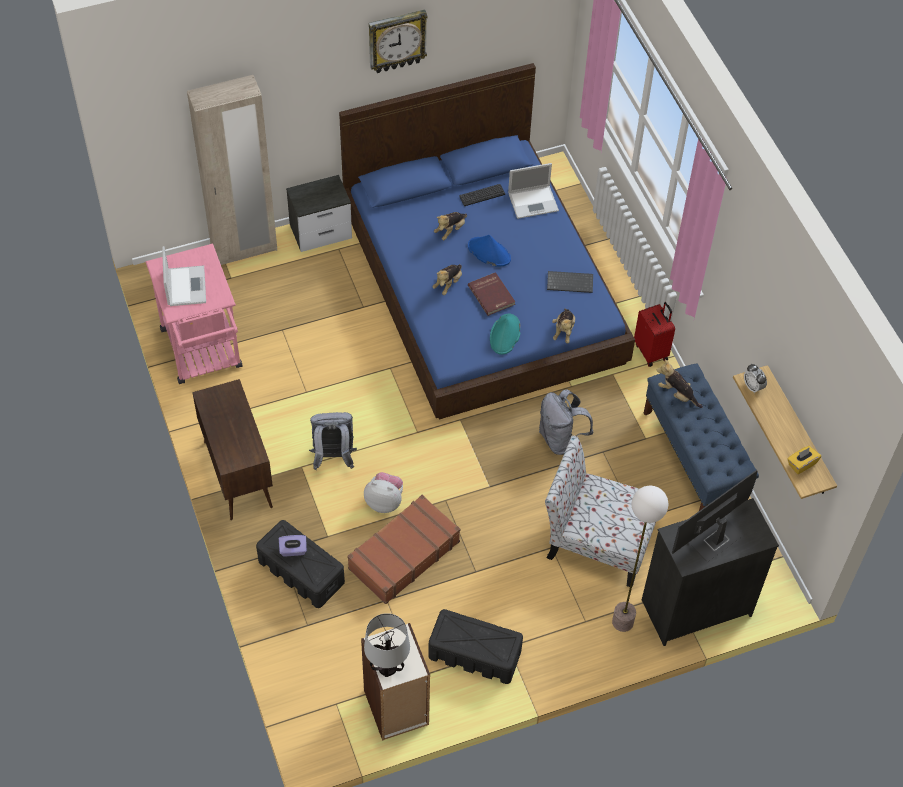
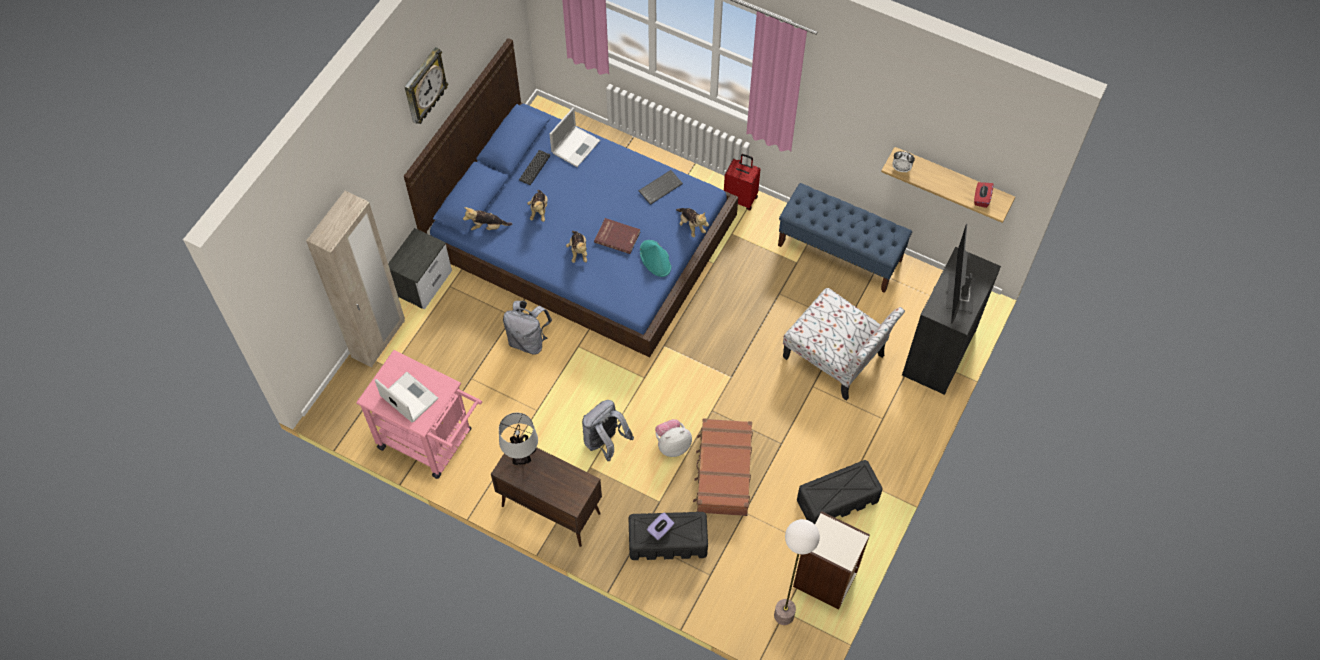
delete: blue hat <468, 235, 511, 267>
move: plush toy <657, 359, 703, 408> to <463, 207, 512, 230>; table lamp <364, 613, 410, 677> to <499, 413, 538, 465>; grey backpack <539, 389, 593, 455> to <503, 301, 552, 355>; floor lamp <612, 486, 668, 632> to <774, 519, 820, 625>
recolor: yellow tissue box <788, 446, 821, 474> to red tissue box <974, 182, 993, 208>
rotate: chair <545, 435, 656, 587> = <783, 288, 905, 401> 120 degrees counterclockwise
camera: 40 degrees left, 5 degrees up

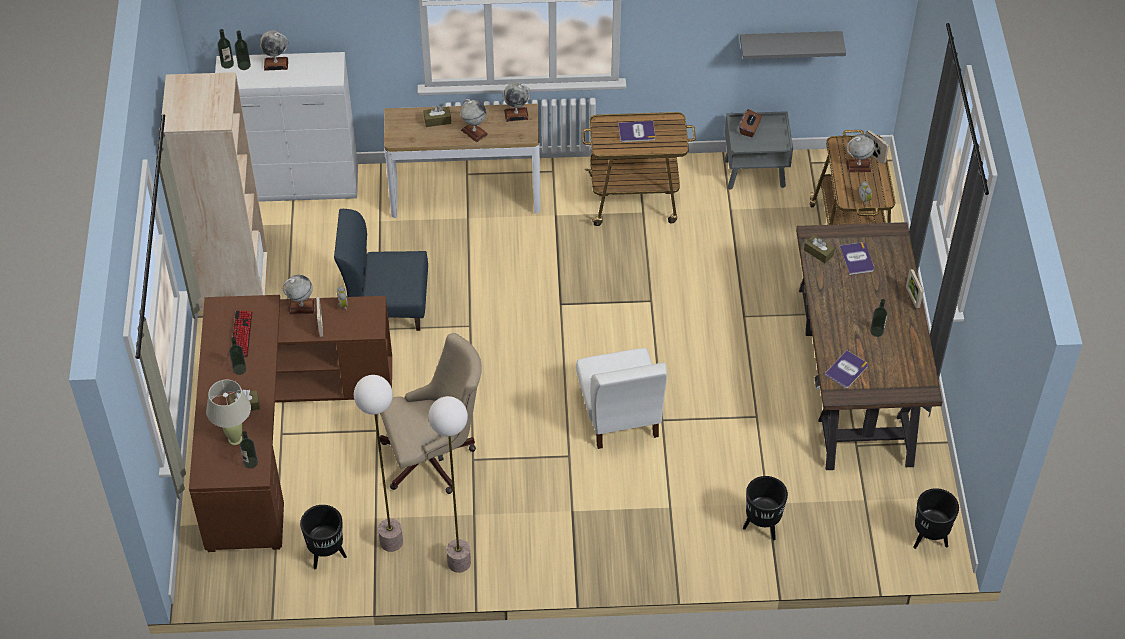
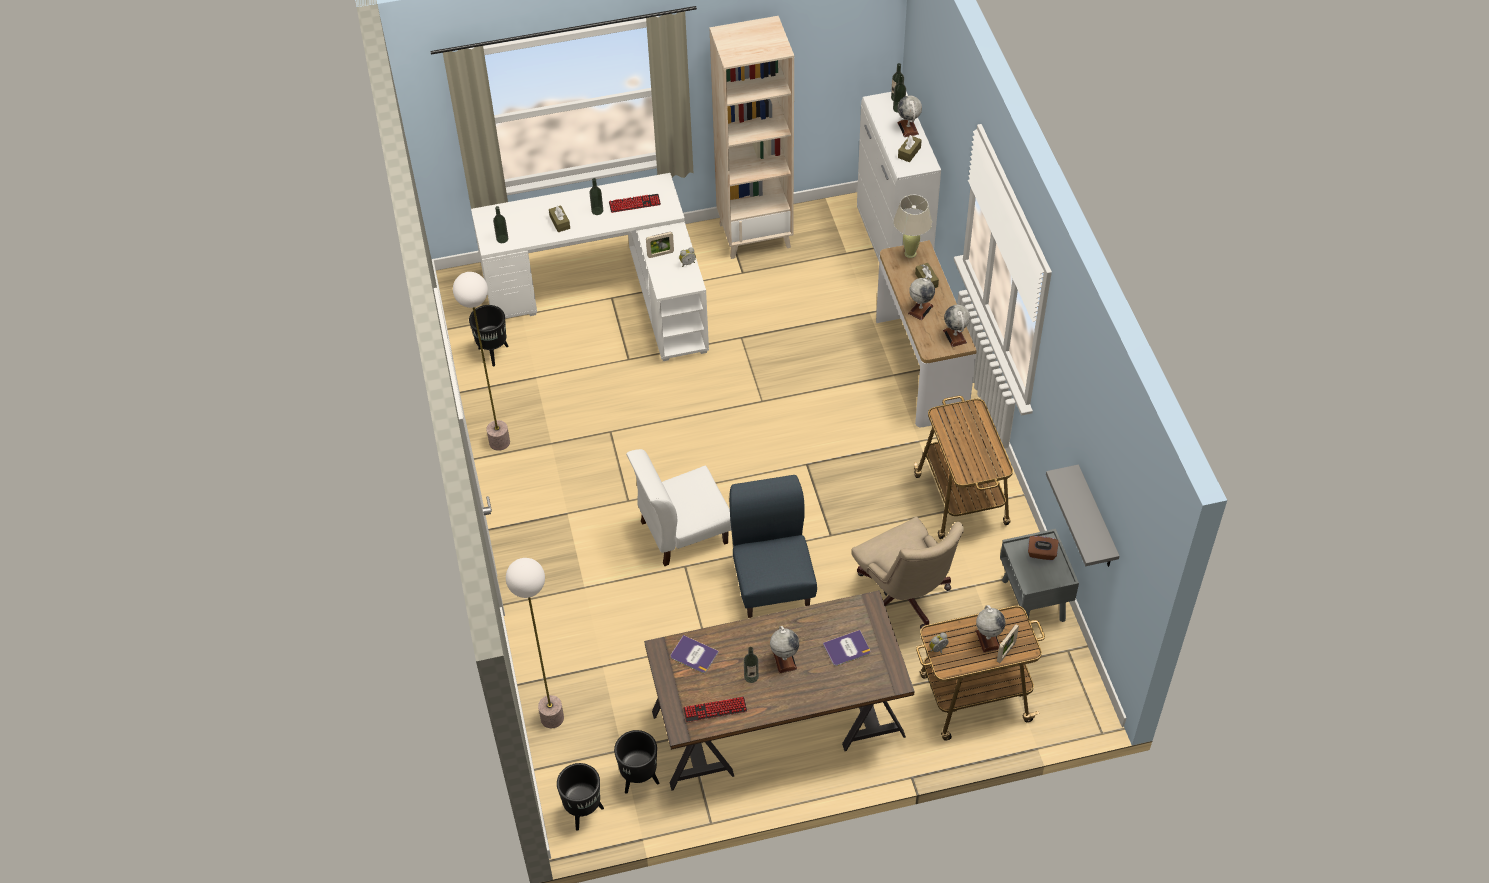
delete: book <618, 121, 655, 142>; picture frame <906, 269, 924, 309>
insert: keyboard <683, 697, 747, 722>
move: floor lamp <354, 375, 403, 552> to <506, 558, 564, 728>; black planter <743, 476, 788, 540> to <614, 730, 659, 794>; blue chair <334, 209, 428, 331> to <729, 475, 817, 618>; globe <283, 275, 315, 314> to <770, 626, 799, 674>; beige office chair <380, 333, 482, 494> to <852, 517, 964, 629>; beige table lamp <206, 380, 251, 445> to <894, 195, 932, 258>; brown tissue box <804, 235, 835, 263> to <898, 135, 922, 162>
recolor: brown desk <189, 295, 392, 552> to white desk <471, 173, 709, 361>
camera: 80 degrees right, 0 degrees up

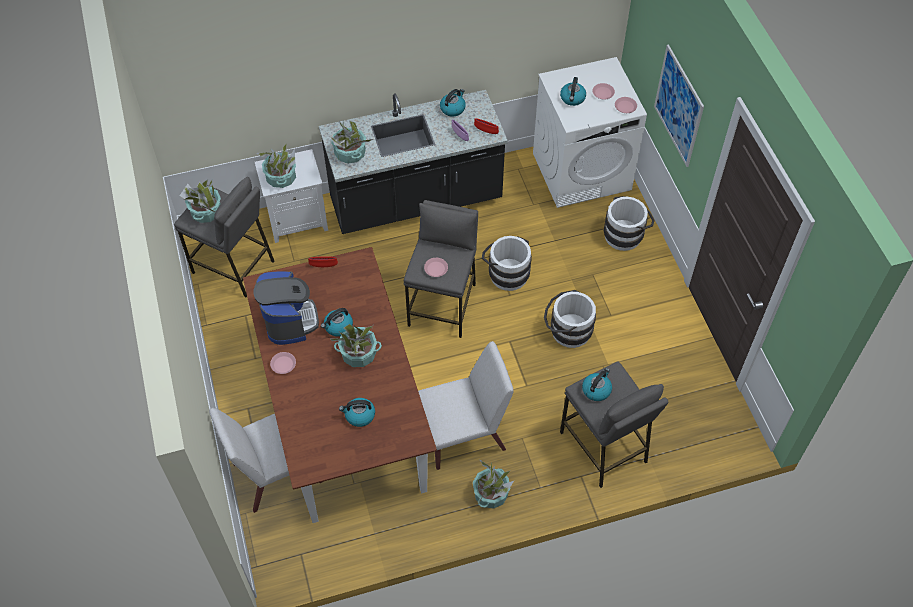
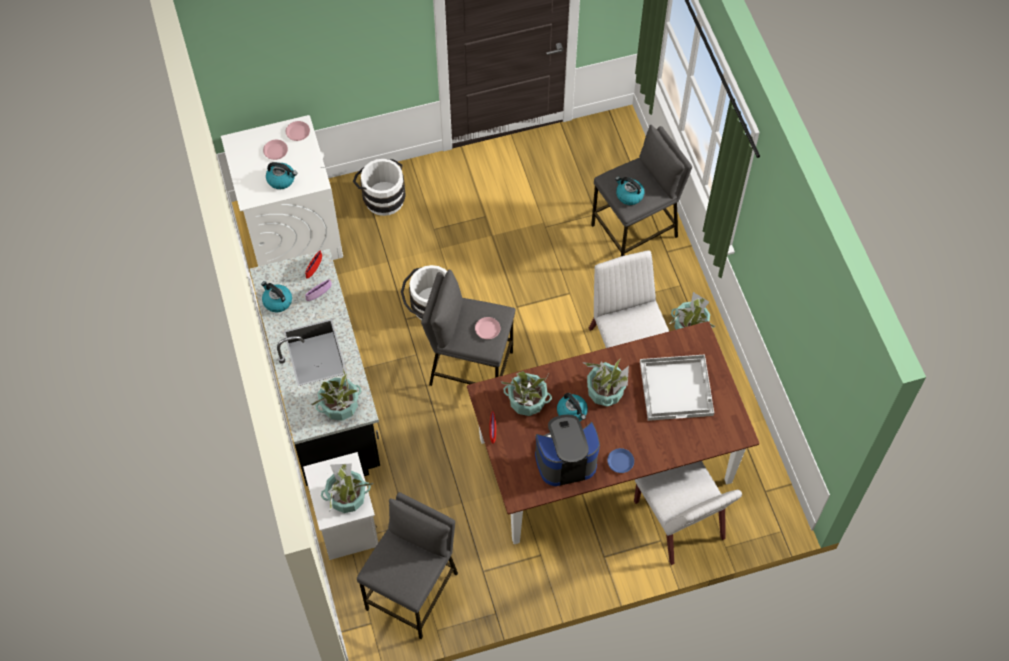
delete: white bucket <544, 290, 596, 348>; picture <654, 44, 704, 167>
move: potted plant <180, 179, 221, 223> to <500, 371, 552, 416>
replace: kettle <339, 398, 375, 427> to white tray <640, 354, 714, 421>
recolor: pink plate <270, 352, 296, 374> to blue plate <607, 448, 634, 473>
camera: 90 degrees left, 5 degrees up

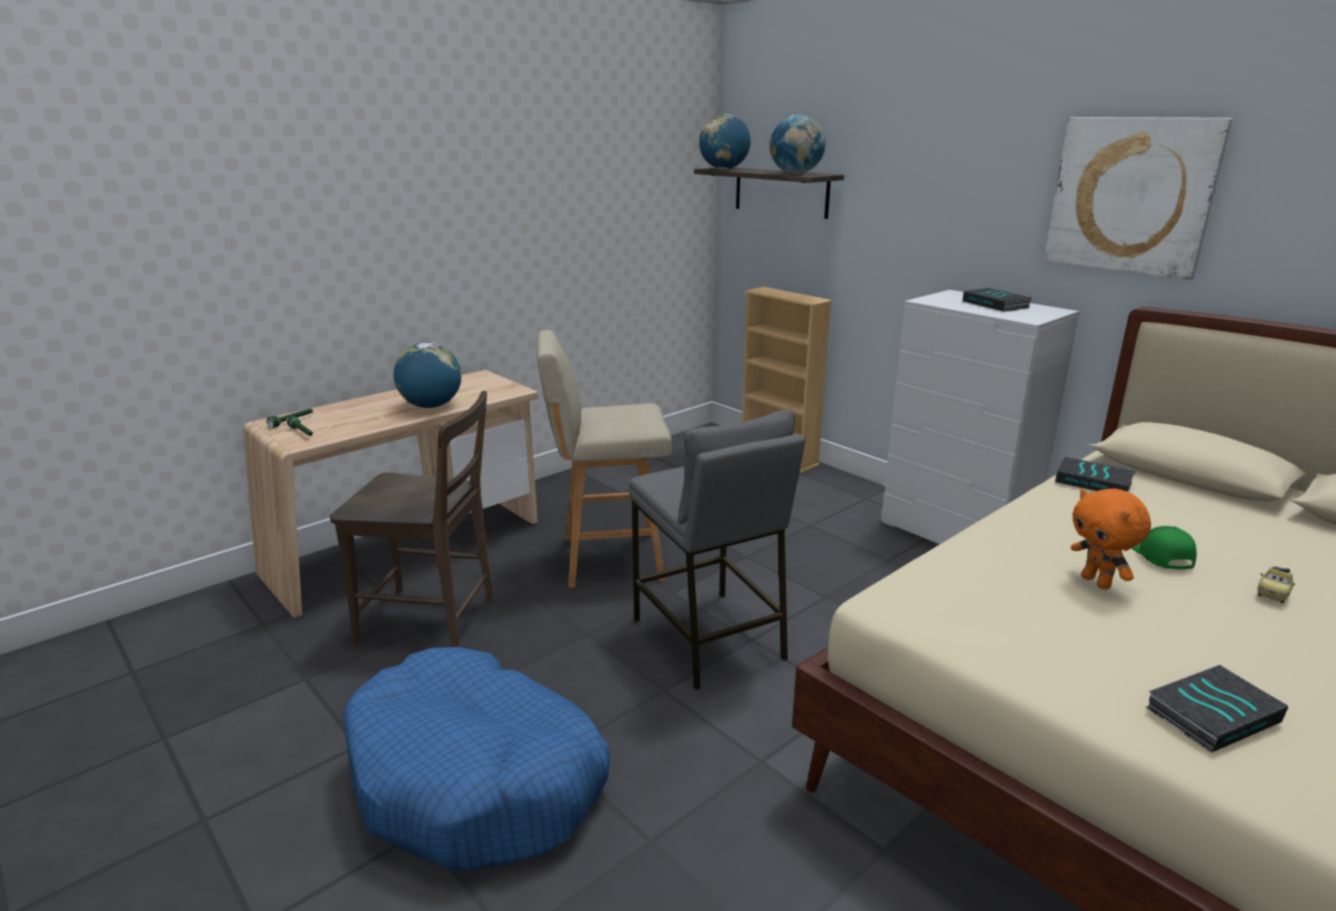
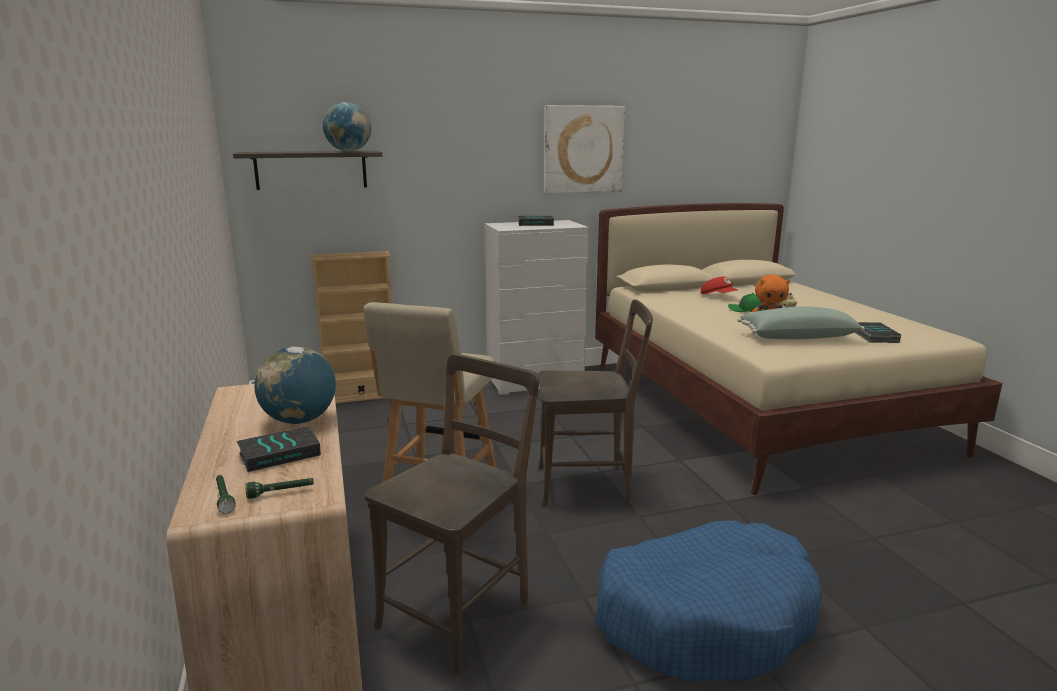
delete: globe <699, 114, 751, 169>
insert: red cap <700, 276, 737, 294>; green pillow <737, 306, 865, 339>
move: book <1055, 457, 1136, 492> to <237, 426, 321, 472>
replace: grey stool <629, 410, 805, 690> to brown chair <538, 299, 653, 507>
camera: 65 degrees left, 5 degrees down

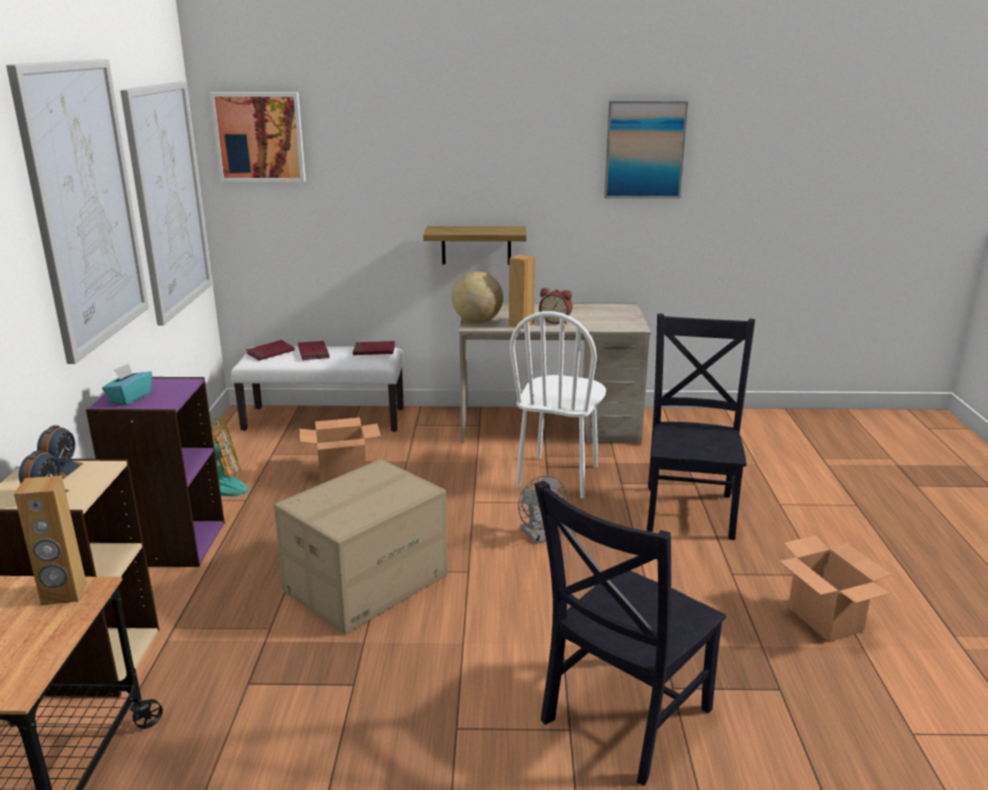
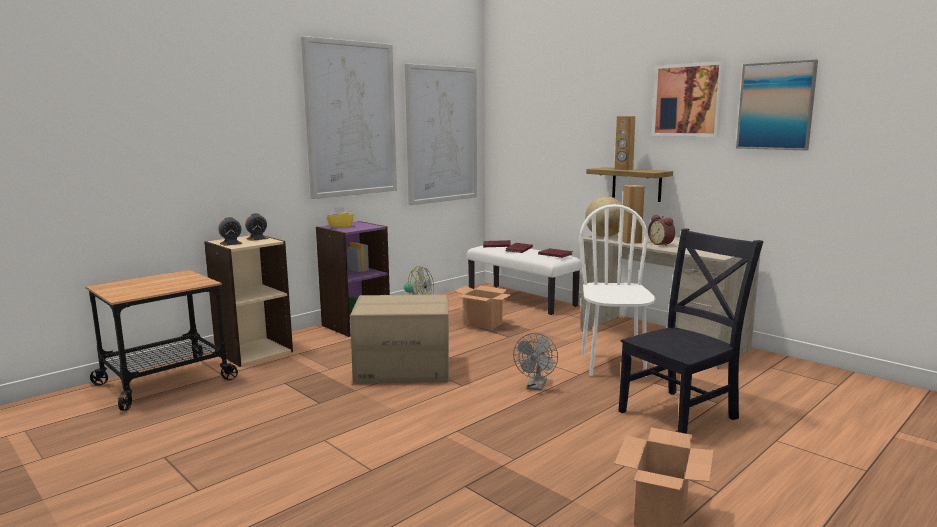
delete: black chair <534, 481, 726, 786>
move: brown speaker <14, 475, 86, 605> to <615, 116, 635, 170>; picture <210, 92, 306, 182> to <652, 61, 725, 137>
recolor: turquoise tissue box <102, 363, 152, 405> to yellow tissue box <326, 207, 354, 228>
rotate: white chair <510, 311, 606, 498> = <579, 204, 655, 377> 120 degrees clockwise
camera: 45 degrees right, 10 degrees down

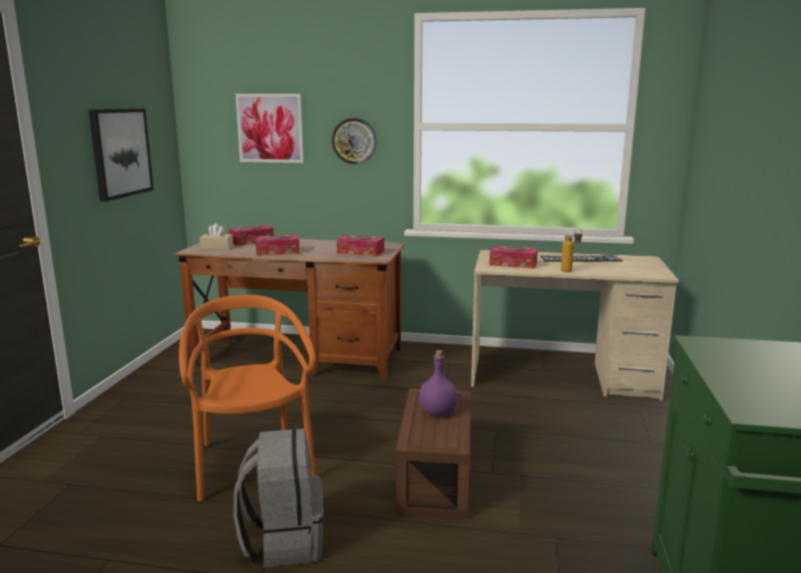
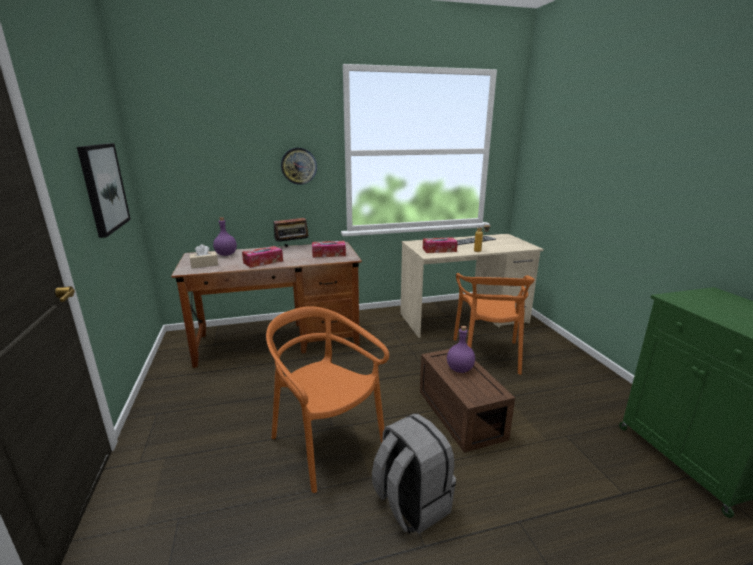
delete: picture <236, 94, 304, 163>
insert: radio <273, 212, 311, 247>; orange chair <453, 273, 535, 375>
replace: tissue box <228, 225, 274, 246> to purple bottle <213, 217, 237, 256>
camera: 25 degrees left, 5 degrees up

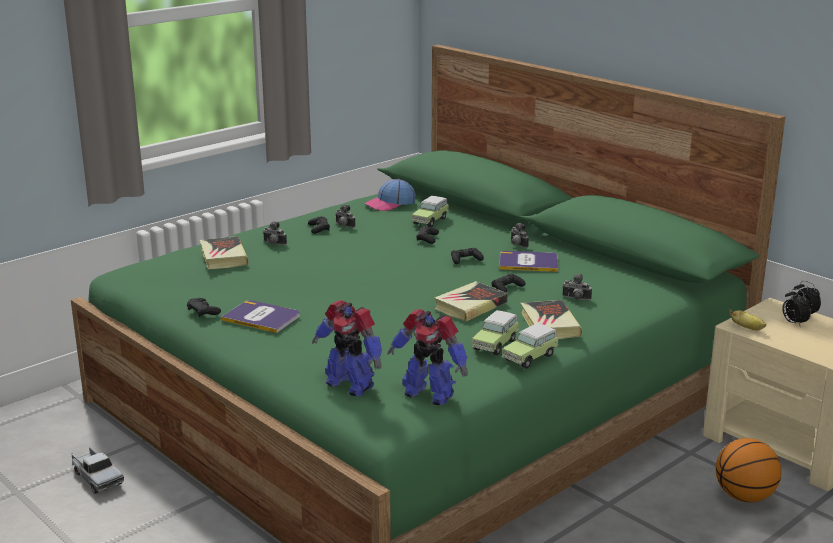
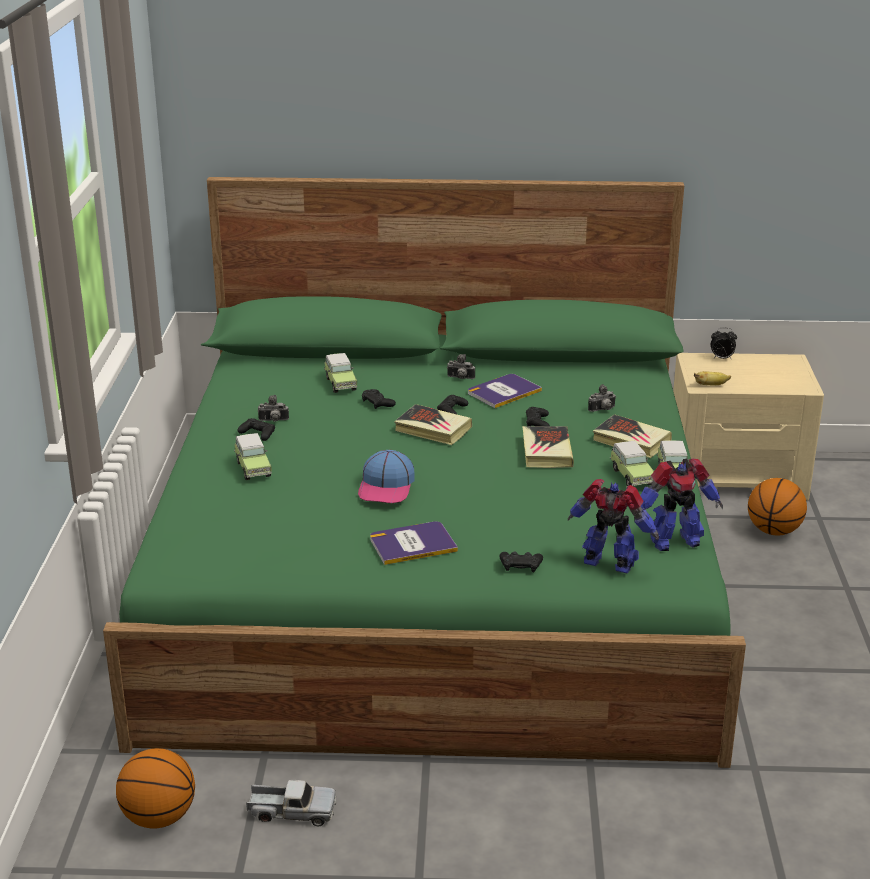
delete: alarm clock <782, 288, 811, 326>
insert: basketball <116, 748, 195, 828>
move: cap <365, 179, 416, 211> to <358, 450, 415, 503>; book <200, 236, 249, 269> to <394, 404, 472, 445>; black game controller <187, 298, 221, 317> to <499, 551, 543, 572>
replace: photo camera <263, 221, 287, 245> to toy car <234, 433, 272, 480>
rotate: toy robot <312, 300, 382, 397> = <568, 479, 659, 573> 150 degrees counterclockwise
camera: 45 degrees left, 5 degrees up

